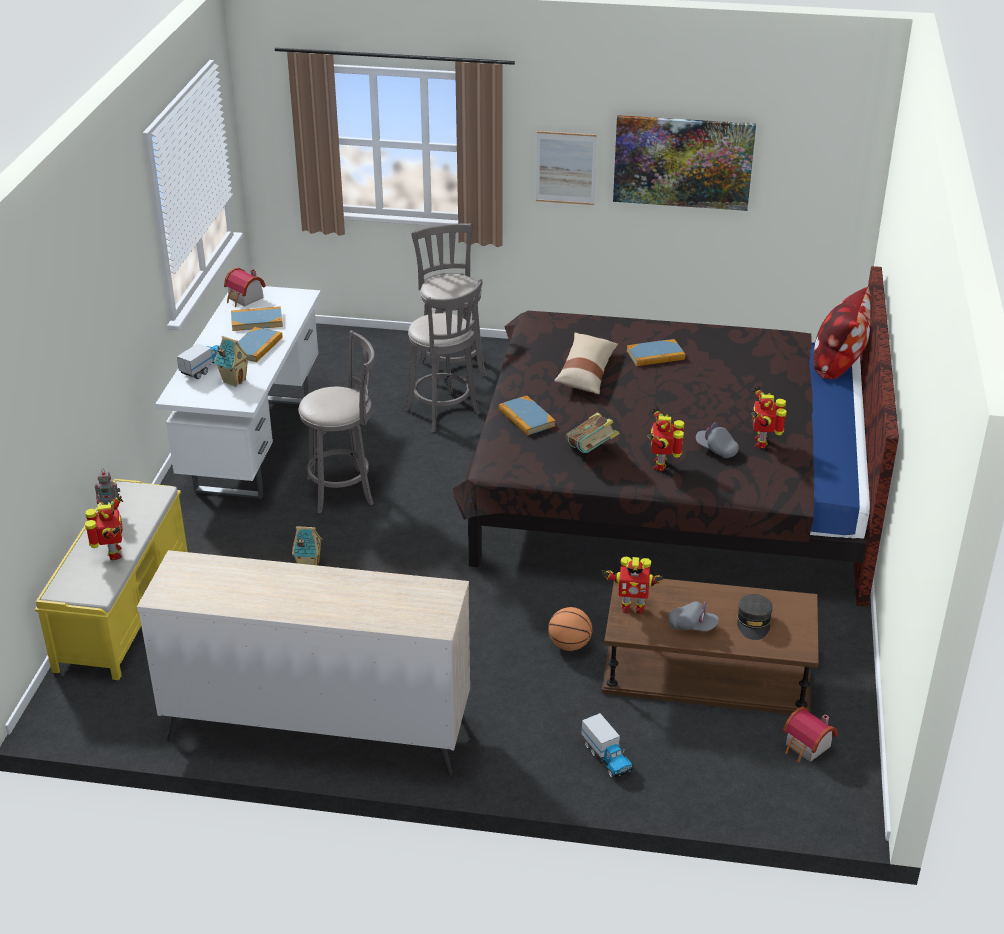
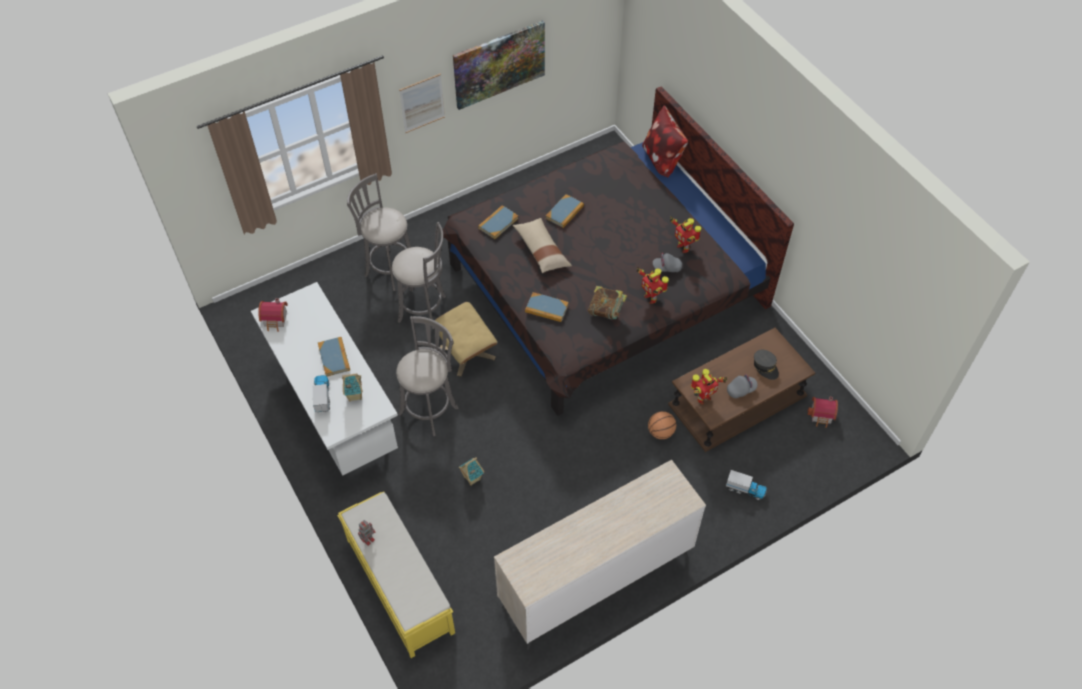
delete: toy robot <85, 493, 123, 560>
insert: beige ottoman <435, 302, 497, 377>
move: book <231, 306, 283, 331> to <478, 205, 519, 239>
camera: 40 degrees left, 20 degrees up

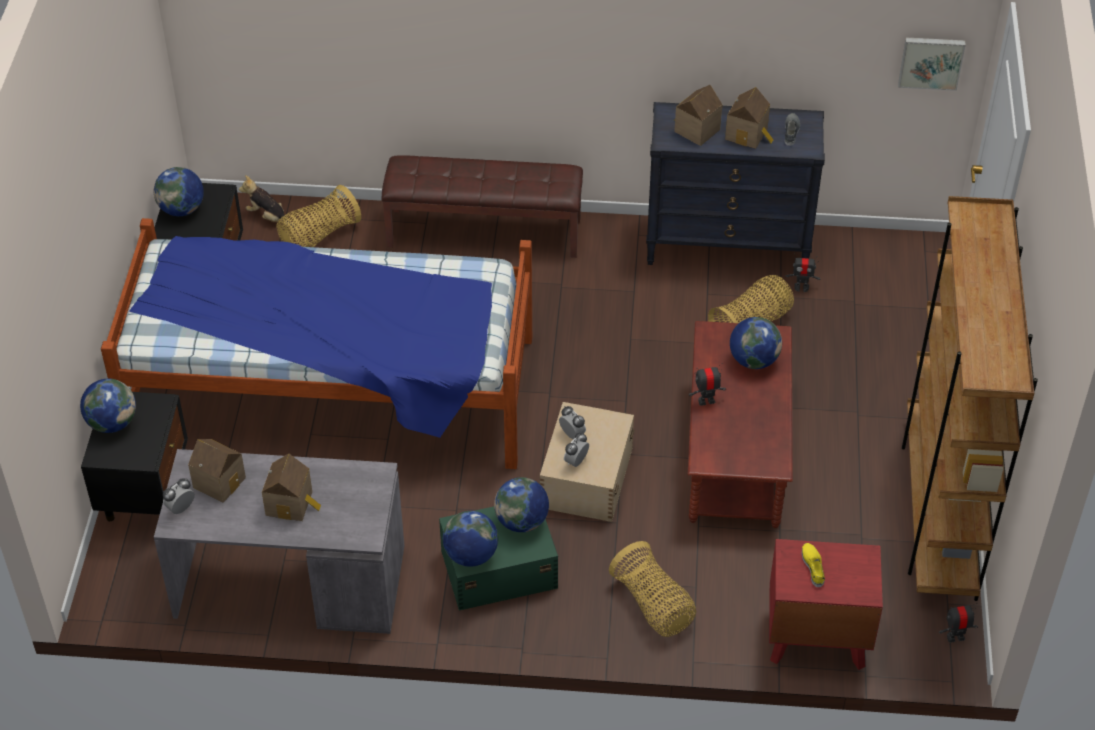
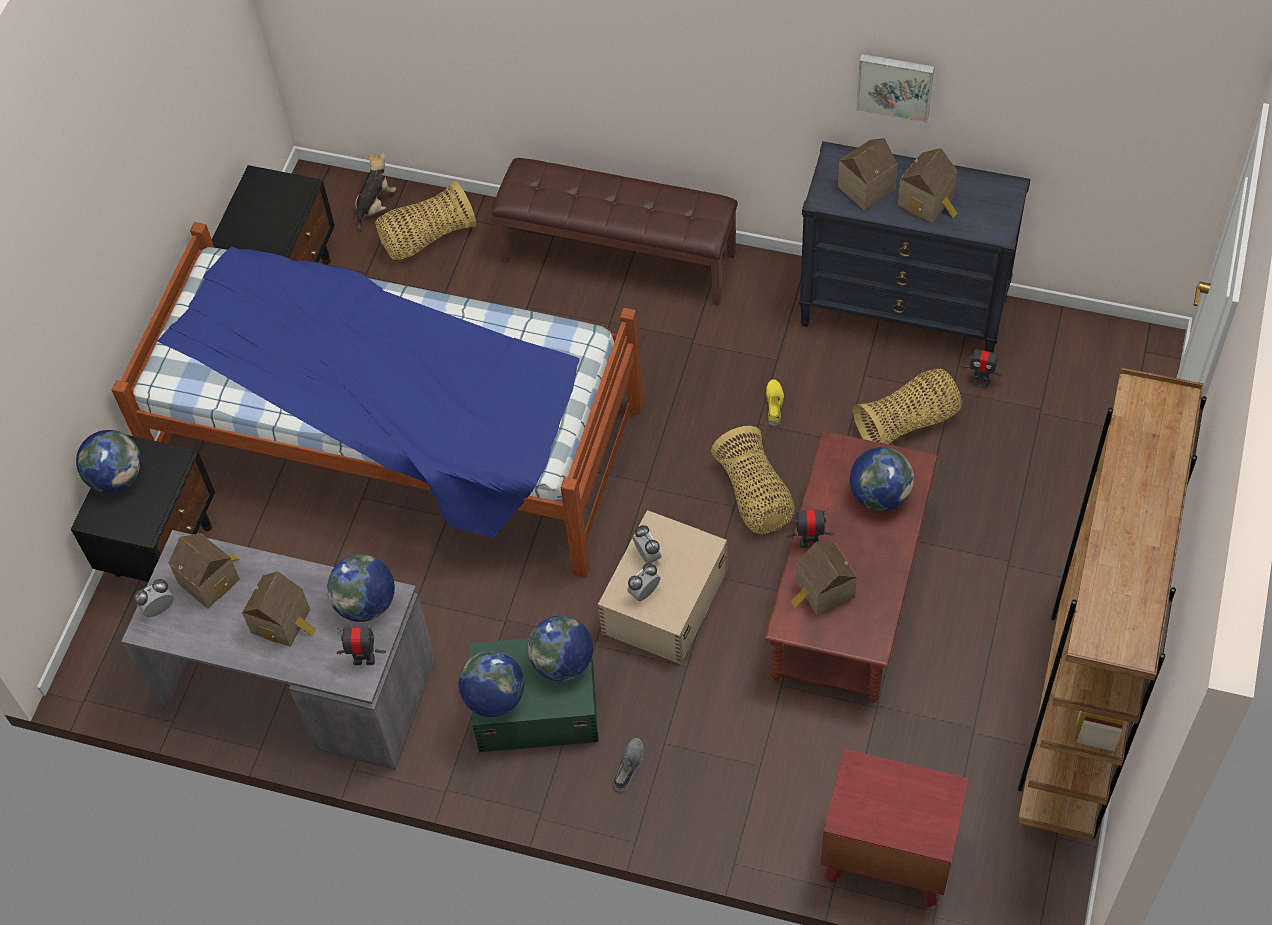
insert: toy house <791, 542, 857, 616>
move: globe <154, 167, 204, 216> to <327, 554, 395, 622>; toy robot <939, 604, 978, 643> to <337, 627, 386, 665>; grey shoe <785, 113, 800, 146> to <614, 738, 644, 792>; basket <609, 541, 696, 637> to <711, 426, 795, 534>; yellow shoe <802, 543, 825, 587> to <766, 379, 784, 426>; picture <898, 37, 966, 91> to <856, 54, 935, 123>
rotate: plush toy <239, 175, 294, 228> = <355, 152, 396, 233> 75 degrees clockwise
camera: 15 degrees right, 10 degrees up

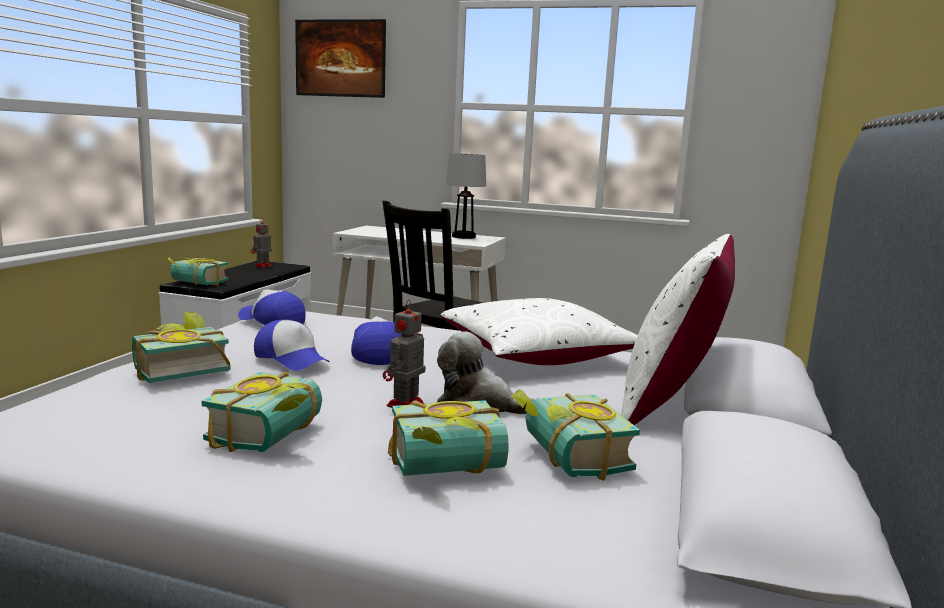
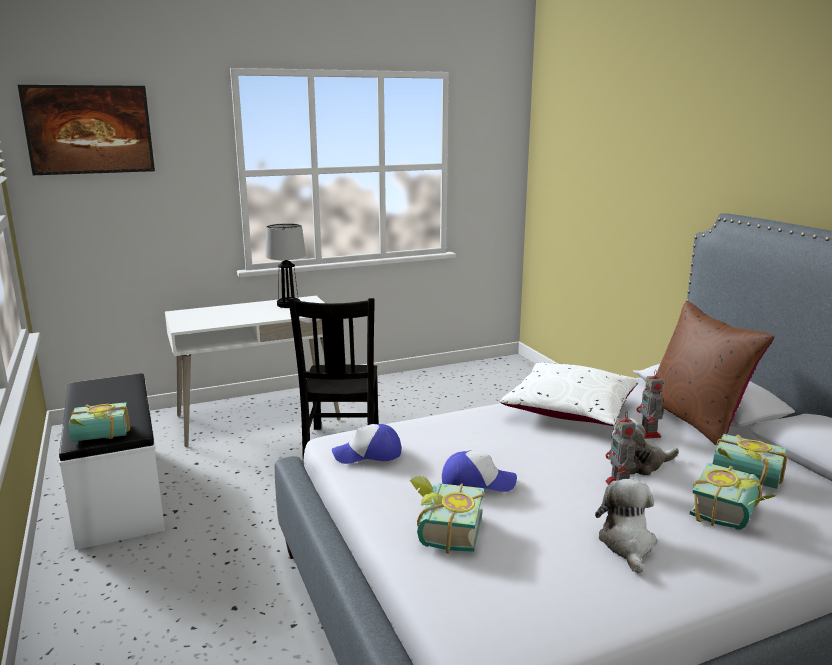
delete: cap <351, 316, 402, 365>
move: toy robot <251, 218, 272, 268> to <637, 370, 664, 439>
replace: book <202, 372, 322, 452> to plush toy <595, 479, 657, 574>
recolor: white pillow <622, 234, 735, 425> to brown pillow <656, 301, 774, 445>
camera: 40 degrees left, 5 degrees up

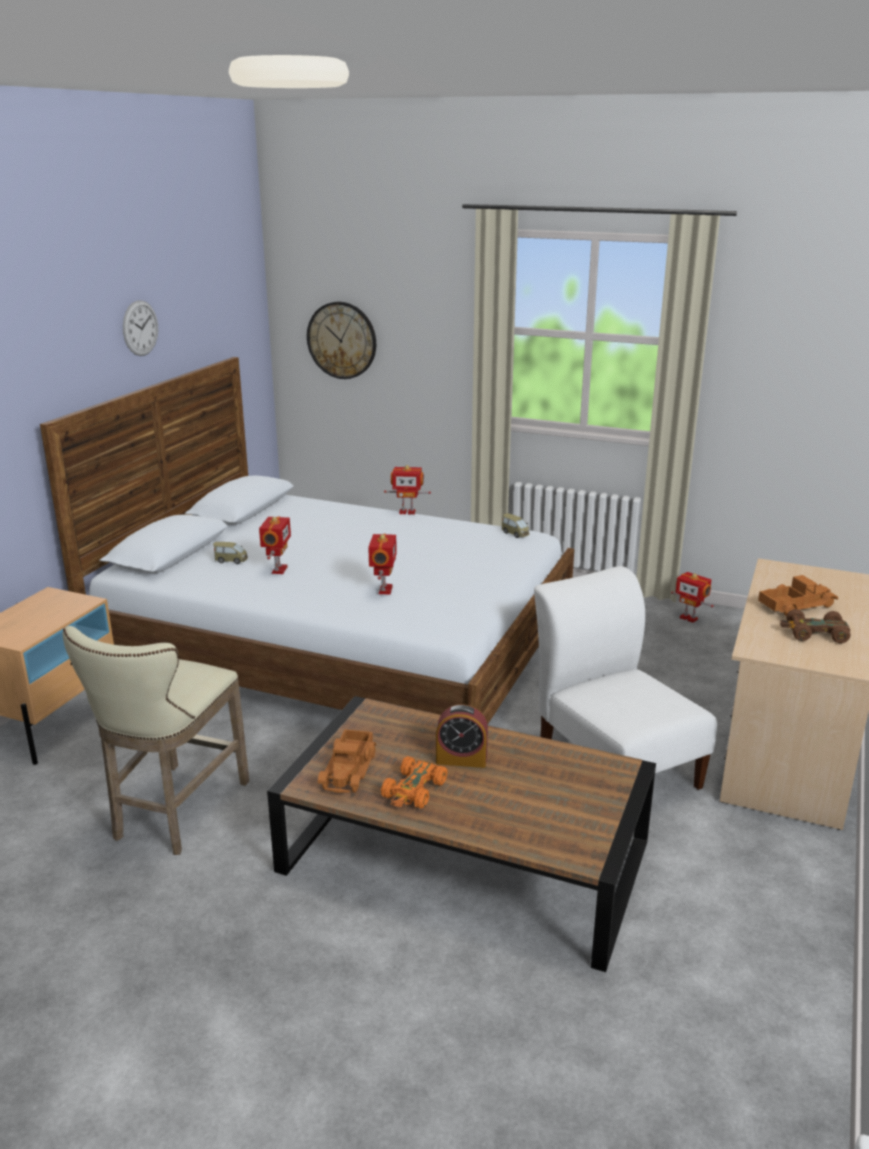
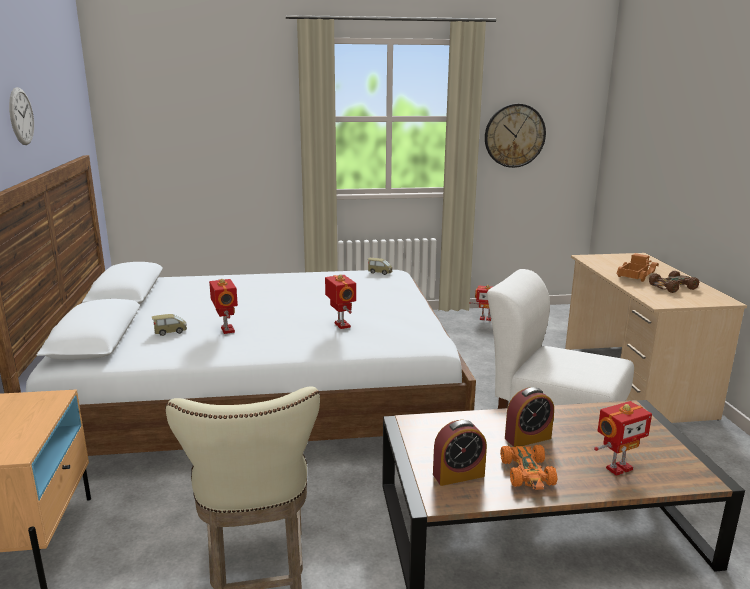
move: wall clock <307, 302, 376, 379> to <485, 104, 546, 168>; toy robot <384, 465, 431, 515> to <594, 401, 652, 476>
replace: toy truck <318, 729, 377, 793> to alarm clock <433, 420, 487, 486>
camera: 30 degrees left, 5 degrees down

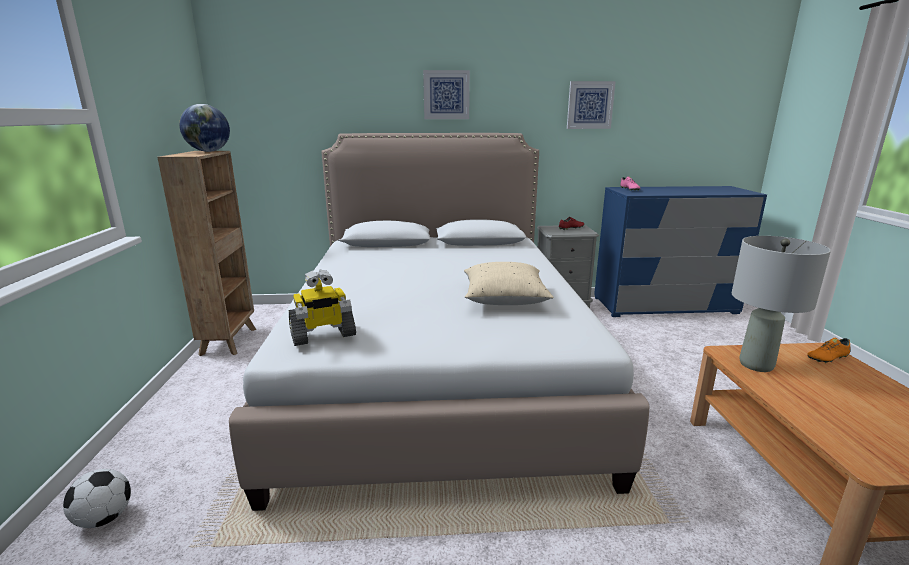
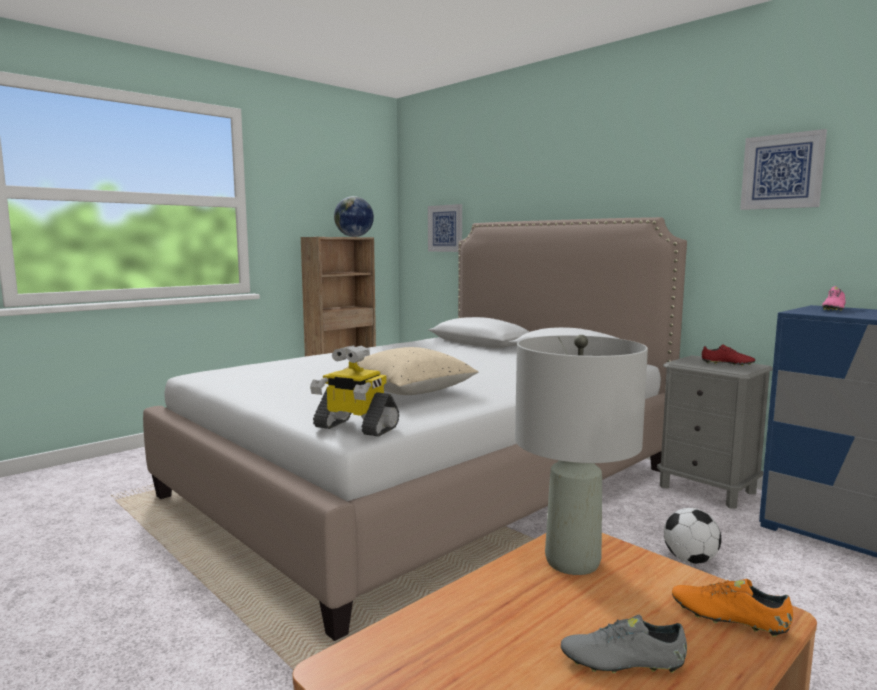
insert: grey shoe <561, 615, 687, 674>
move: toy robot <289, 269, 356, 346> to <310, 345, 399, 436>; picture <423, 70, 470, 119> to <428, 204, 462, 252>; football <63, 469, 131, 528> to <664, 508, 721, 564>
camera: 50 degrees right, 10 degrees down

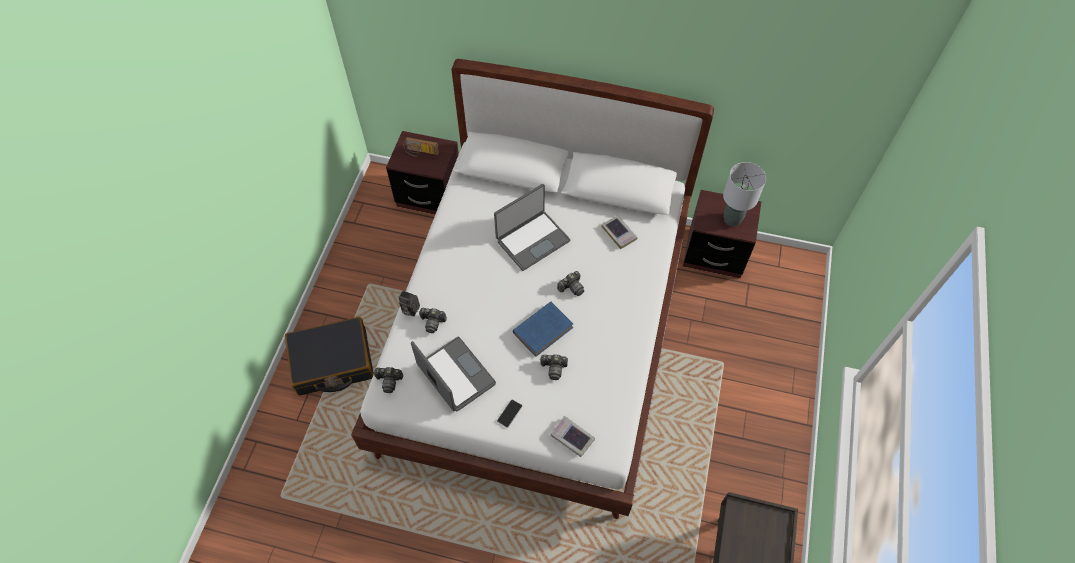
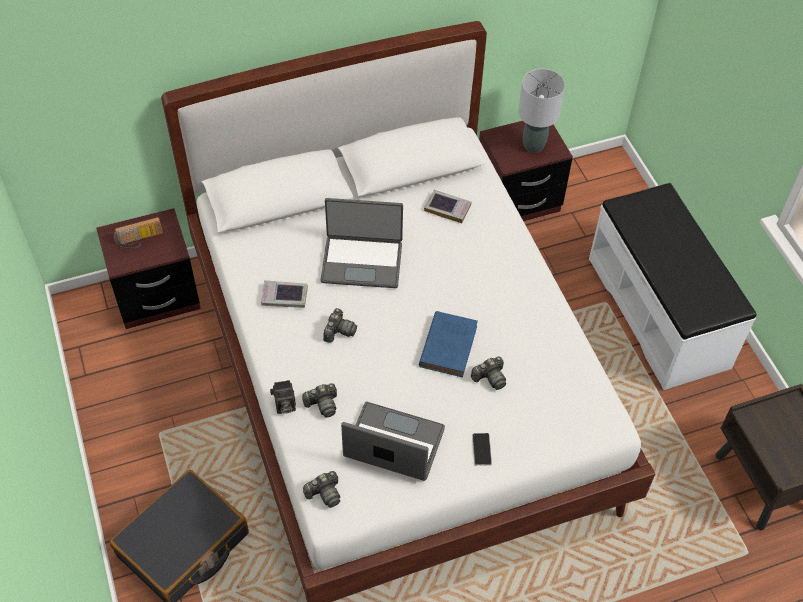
insert: white bench <589, 183, 757, 390>
move: book <550, 416, 595, 457> to <261, 280, 308, 308>; photo camera <557, 271, 584, 296> to <323, 308, 357, 343>
rotate: laptop <494, 184, 571, 271> = <320, 198, 403, 288> 75 degrees clockwise
camera: 35 degrees left, 5 degrees down

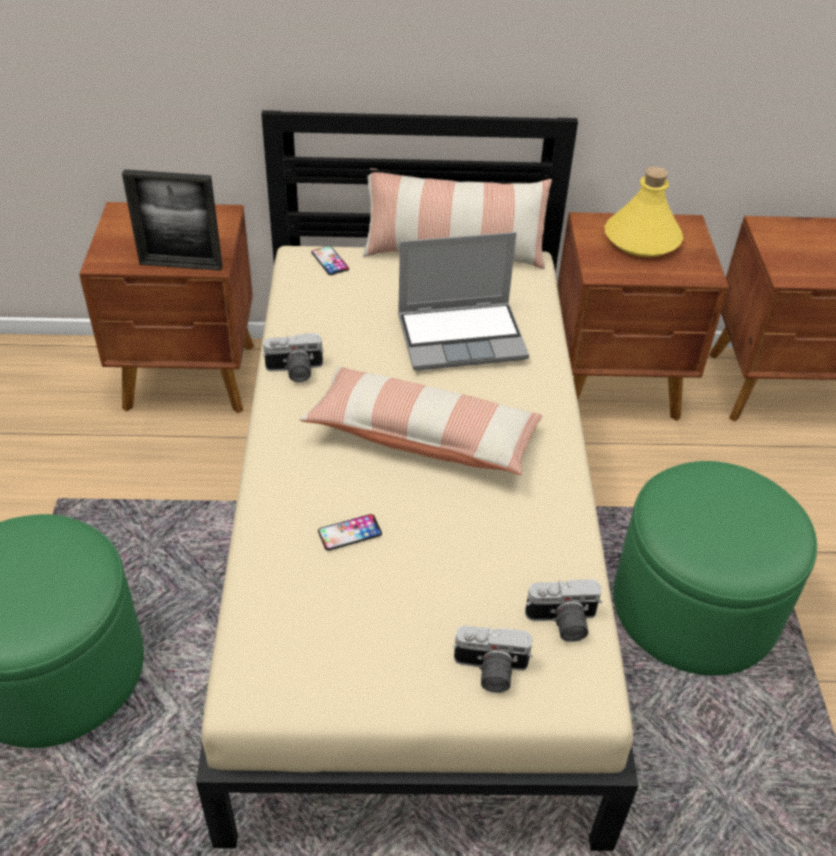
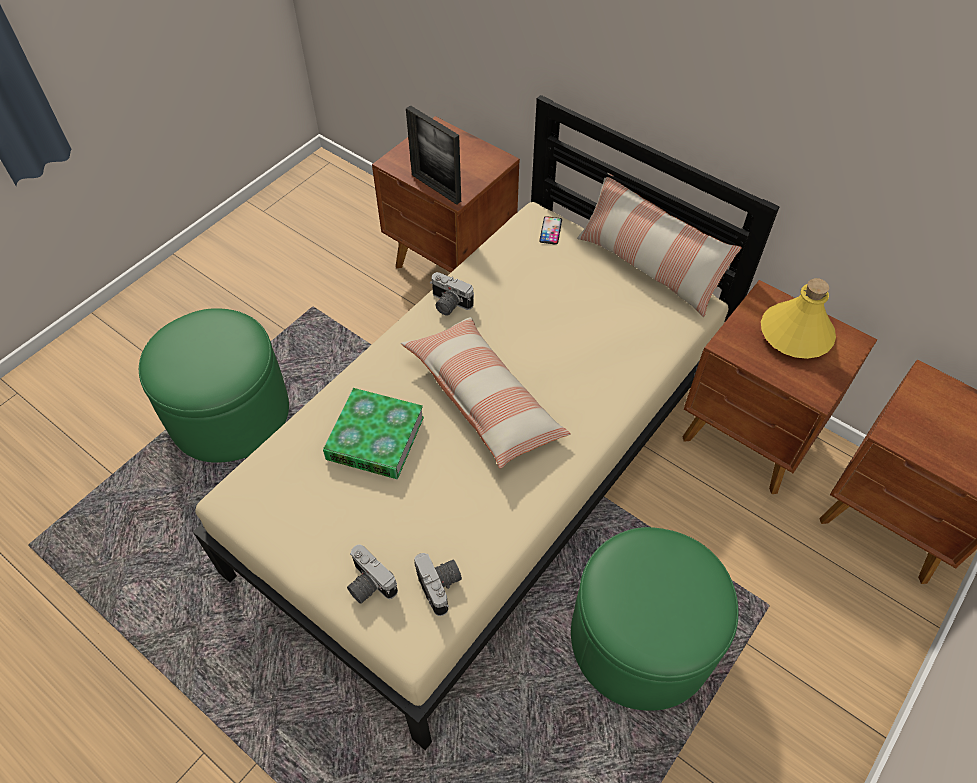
delete: laptop <398, 232, 529, 371>
replace: phone <318, 514, 382, 551> to book <323, 388, 424, 479>
rotate: photo camera <525, 579, 603, 642> = <414, 553, 462, 616> 150 degrees counterclockwise
camera: 40 degrees right, 10 degrees up

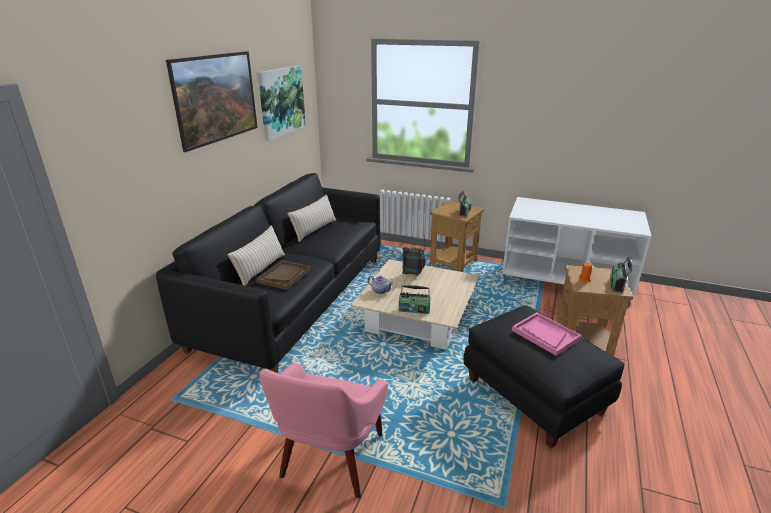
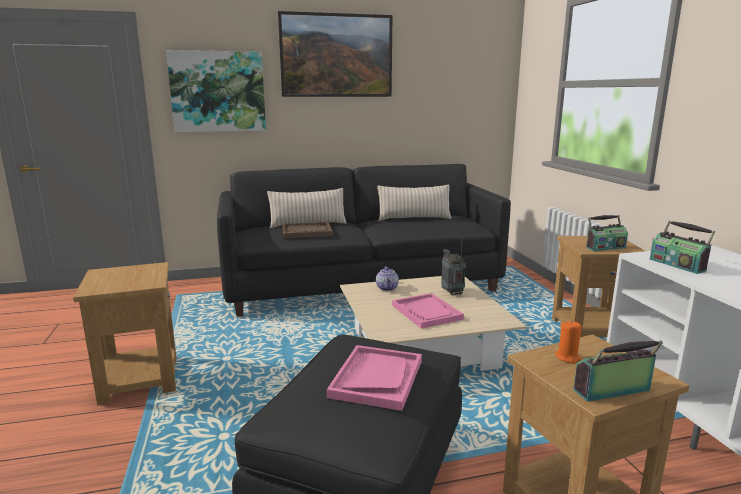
insert: pink tray <392, 293, 464, 329>
move: picture <258, 65, 306, 141> to <166, 50, 266, 132>; radio <399, 285, 431, 314> to <650, 221, 715, 274>
replace: pink armchair <259, 363, 388, 498> to brown side table <73, 262, 177, 406>
camera: 55 degrees right, 10 degrees down

